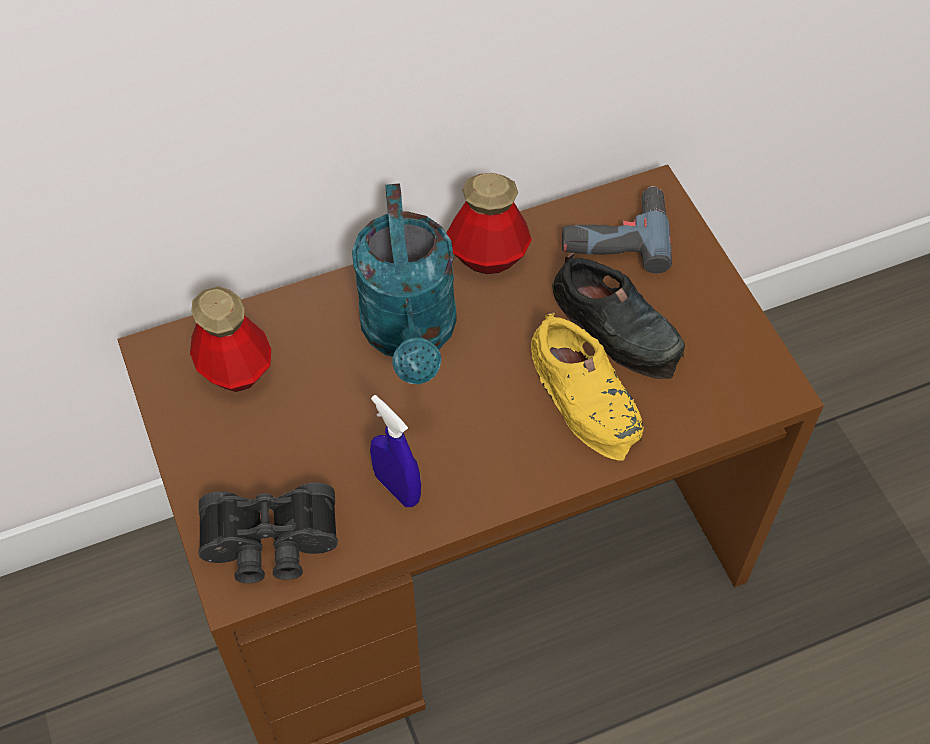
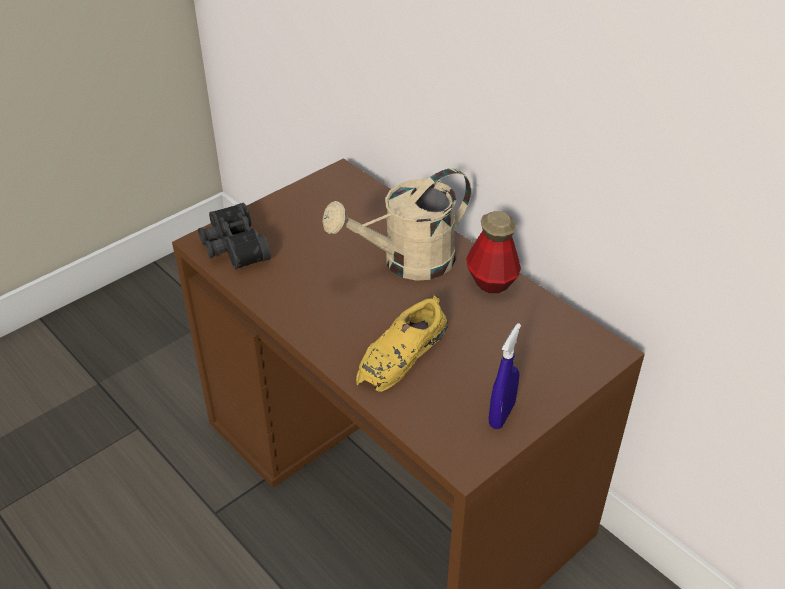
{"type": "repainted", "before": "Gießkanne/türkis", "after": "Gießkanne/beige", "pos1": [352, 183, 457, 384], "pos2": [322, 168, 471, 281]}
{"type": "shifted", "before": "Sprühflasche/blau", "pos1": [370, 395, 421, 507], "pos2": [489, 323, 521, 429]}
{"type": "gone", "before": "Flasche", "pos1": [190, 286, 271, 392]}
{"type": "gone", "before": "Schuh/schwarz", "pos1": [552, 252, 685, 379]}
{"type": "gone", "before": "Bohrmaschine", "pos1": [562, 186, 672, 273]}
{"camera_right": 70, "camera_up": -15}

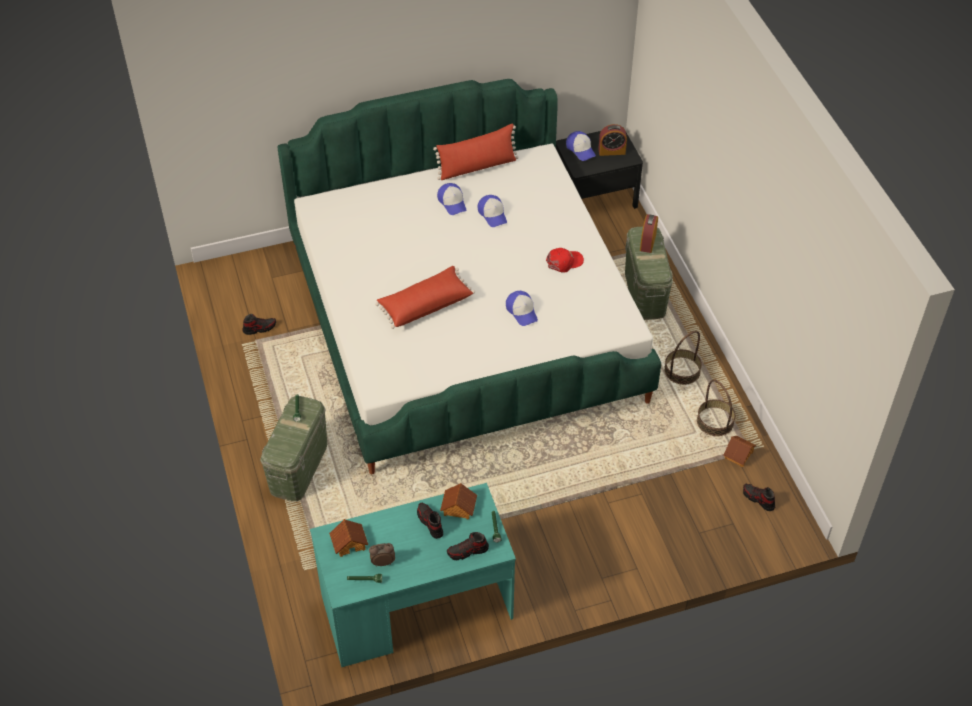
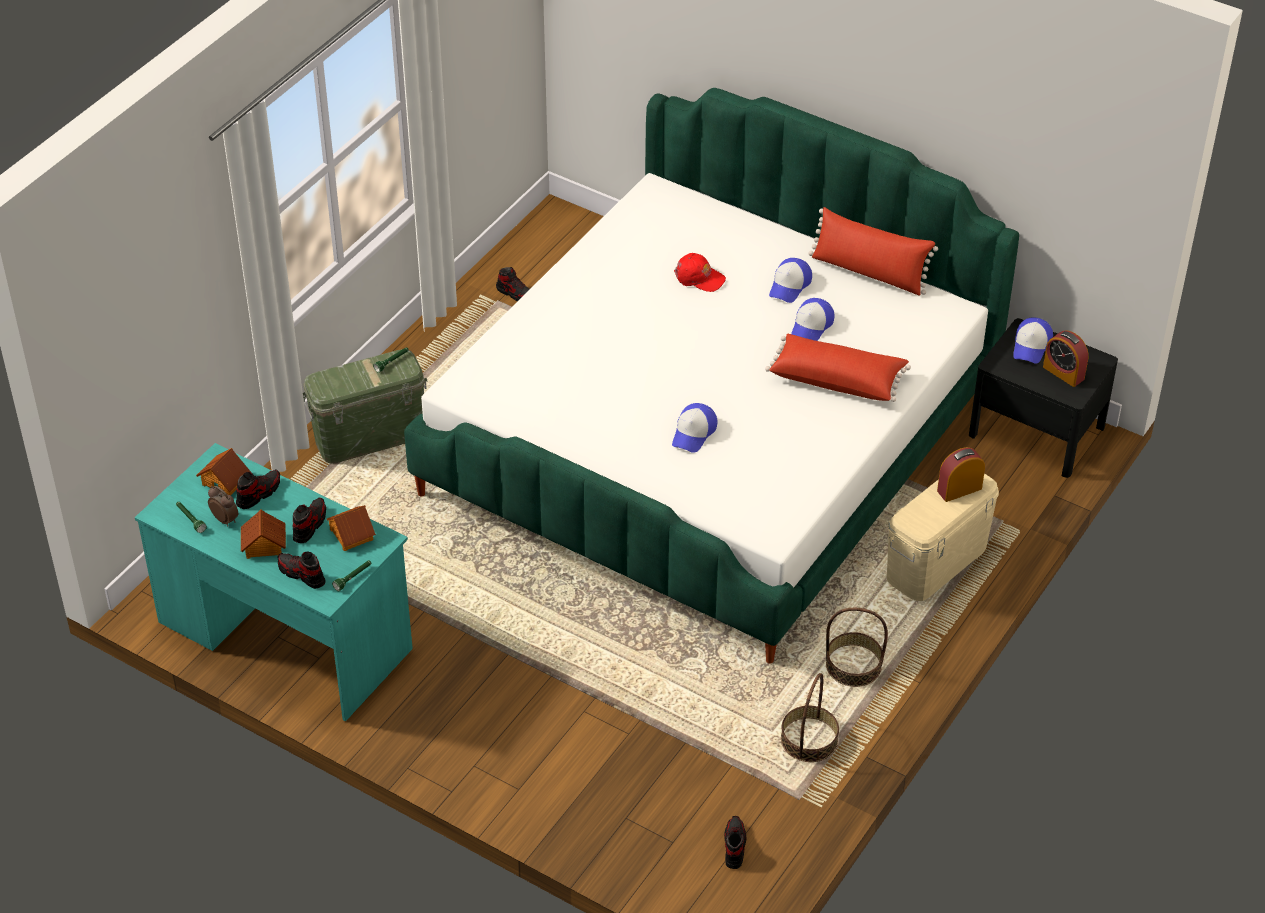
{"type": "new", "after": "Schuh", "pos2": [236, 469, 280, 509]}
{"type": "shifted", "before": "Spielzeughaus", "pos1": [724, 436, 756, 467], "pos2": [241, 509, 286, 559]}
{"type": "shifted", "before": "Kappe/rot", "pos1": [546, 248, 584, 272], "pos2": [674, 253, 726, 292]}
{"type": "shifted", "before": "Kissen/rot", "pos1": [375, 266, 475, 329], "pos2": [765, 334, 911, 402]}
{"type": "repainted", "before": "Aufbewahrungsbox/grün", "after": "Aufbewahrungsbox/beige", "pos1": [625, 227, 673, 320], "pos2": [887, 473, 999, 601]}
{"camera_right": 50, "camera_up": -5}

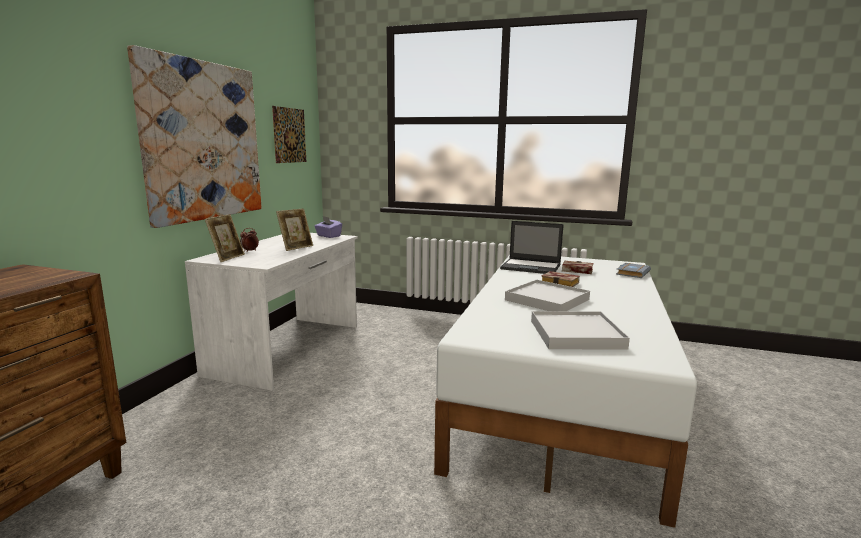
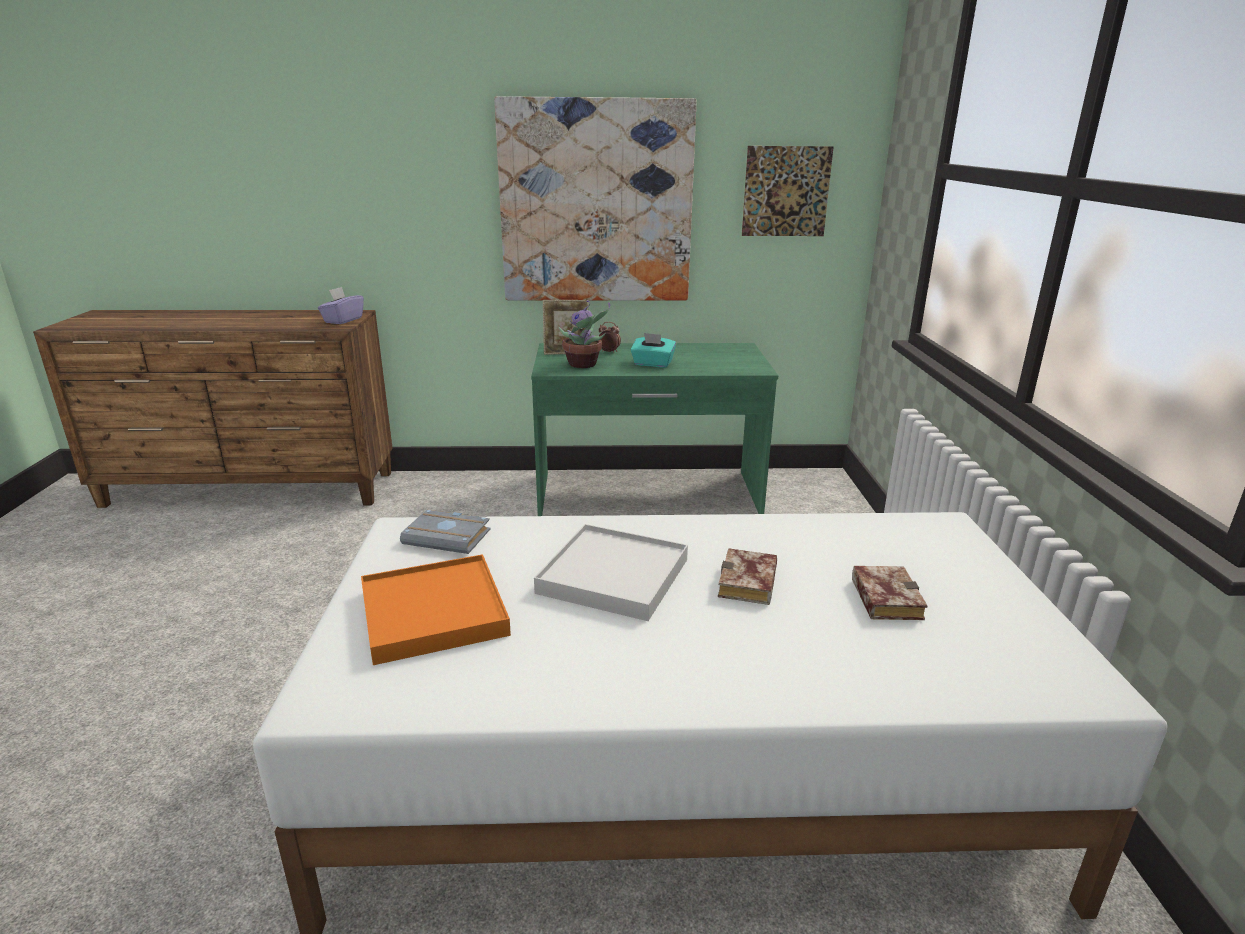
{"type": "shifted", "before": "Taschentuchbox/lila", "pos1": [315, 216, 342, 238], "pos2": [318, 287, 364, 324]}
{"type": "repainted", "before": "Tablett/weiß", "after": "Tablett/orange", "pos1": [531, 311, 630, 350], "pos2": [361, 554, 511, 665]}
{"type": "shifted", "before": "Buch/grau", "pos1": [616, 263, 651, 278], "pos2": [400, 510, 490, 554]}
{"type": "repainted", "before": "Schreibtisch/weiß", "after": "Schreibtisch/grün", "pos1": [185, 233, 357, 391], "pos2": [531, 343, 778, 516]}
{"type": "new", "after": "Topfpflanze", "pos2": [559, 300, 610, 368]}
{"type": "swapped", "before": "Bilderrahmen", "after": "Taschentuchbox/türkis", "pos1": [276, 209, 313, 251], "pos2": [631, 333, 676, 368]}
{"type": "gone", "before": "Laptop", "pos1": [500, 221, 564, 274]}
{"camera_right": 70, "camera_up": 10}

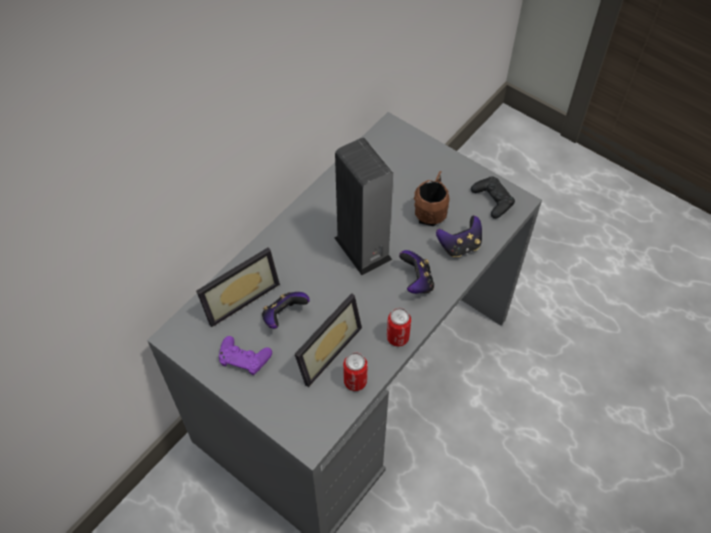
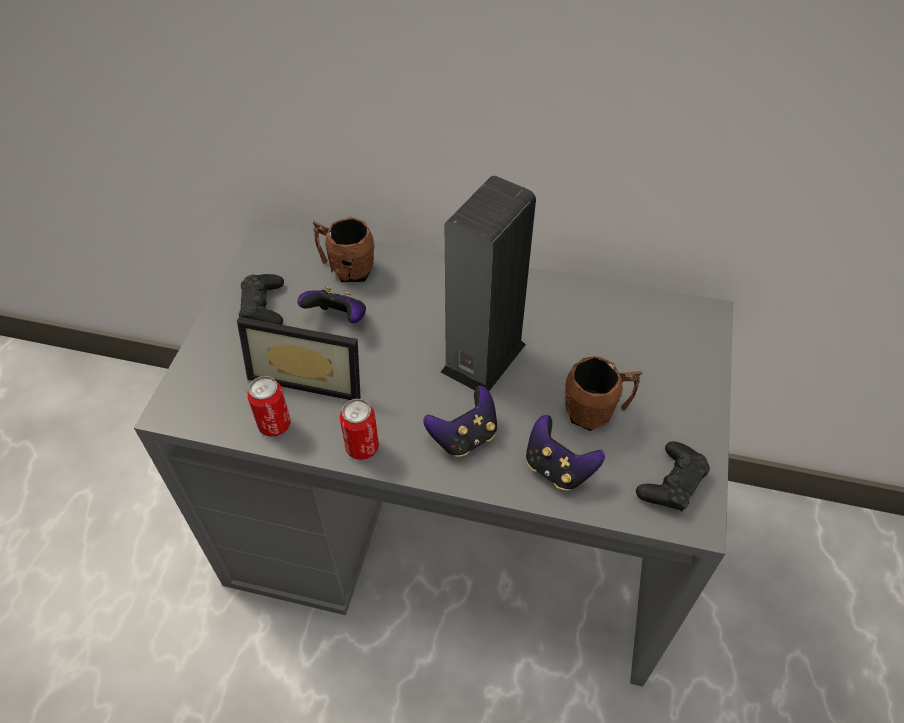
{"type": "repainted", "before": "Gamepad/lila", "after": "Gamepad/schwarz", "pos1": [219, 336, 272, 375], "pos2": [239, 274, 284, 325]}
{"type": "swapped", "before": "Bilderrahmen", "after": "Henkelbecher/braun", "pos1": [196, 247, 280, 327], "pos2": [313, 217, 375, 282]}
{"camera_right": 65, "camera_up": -5}

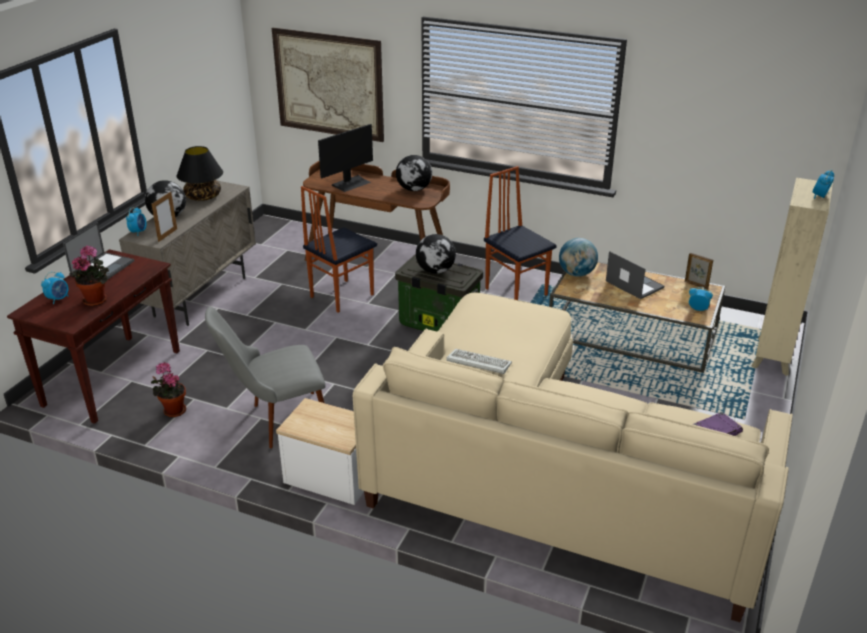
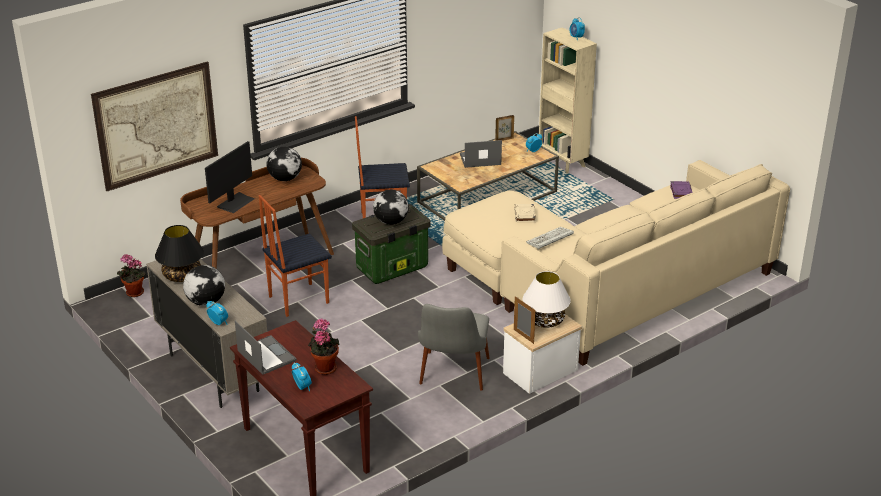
{"type": "shifted", "before": "Topfpflanze", "pos1": [151, 362, 186, 417], "pos2": [117, 254, 146, 297]}
{"type": "rotated", "before": "Monitor", "pos1": [318, 124, 373, 192], "pos2": [205, 141, 255, 213], "turn": 45}
{"type": "rotated", "before": "Stuhl", "pos1": [301, 186, 377, 313], "pos2": [259, 195, 332, 317], "turn": 75}
{"type": "new", "after": "Buch/beige", "pos2": [514, 204, 536, 222]}
{"type": "shifted", "before": "Bilderrahmen", "pos1": [152, 192, 177, 242], "pos2": [514, 296, 536, 344]}
{"type": "new", "after": "Tischlampe/weiß", "pos2": [523, 271, 571, 328]}
{"type": "gone", "before": "Globus", "pos1": [559, 238, 598, 277]}
{"camera_right": -60, "camera_up": 0}

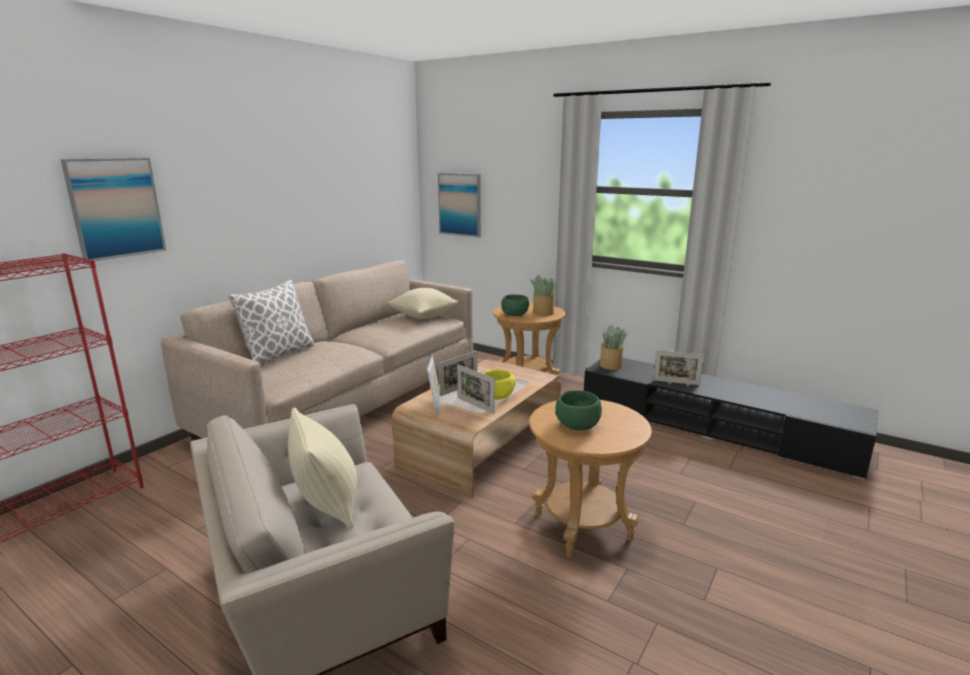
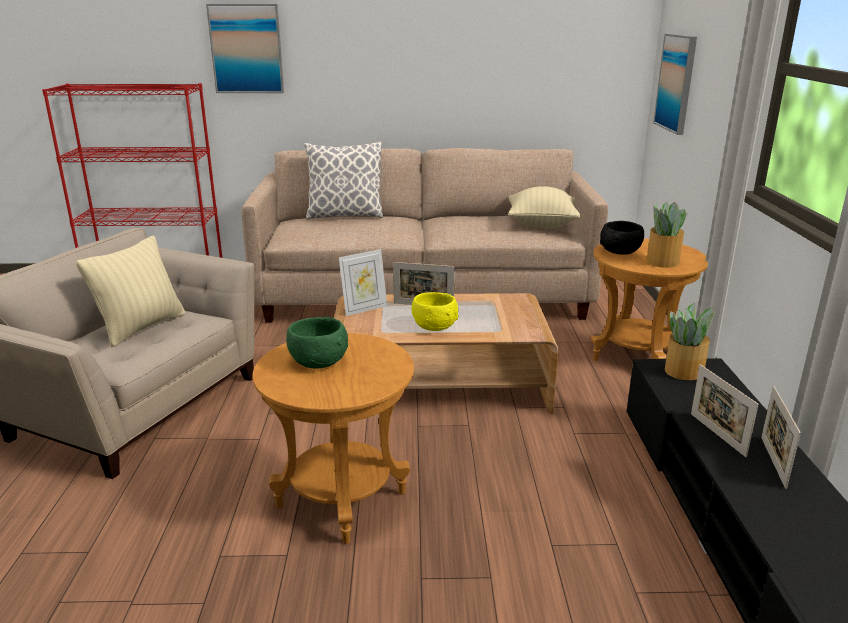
{"type": "repainted", "before": "Schüssel/grün", "after": "Schüssel/schwarz", "pos1": [501, 294, 529, 316], "pos2": [600, 221, 644, 255]}
{"type": "shifted", "before": "Bilderrahmen", "pos1": [457, 364, 495, 414], "pos2": [761, 386, 801, 489]}
{"camera_right": 55, "camera_up": 5}

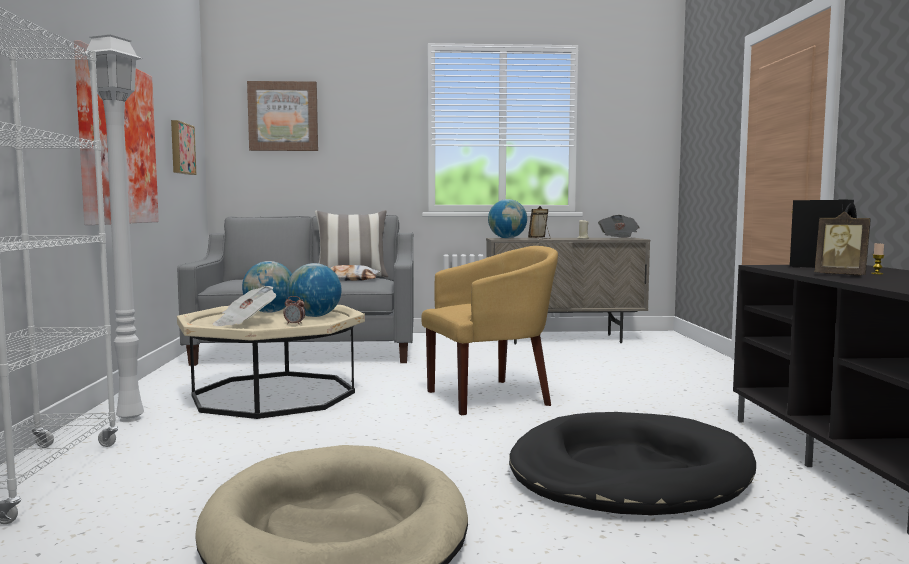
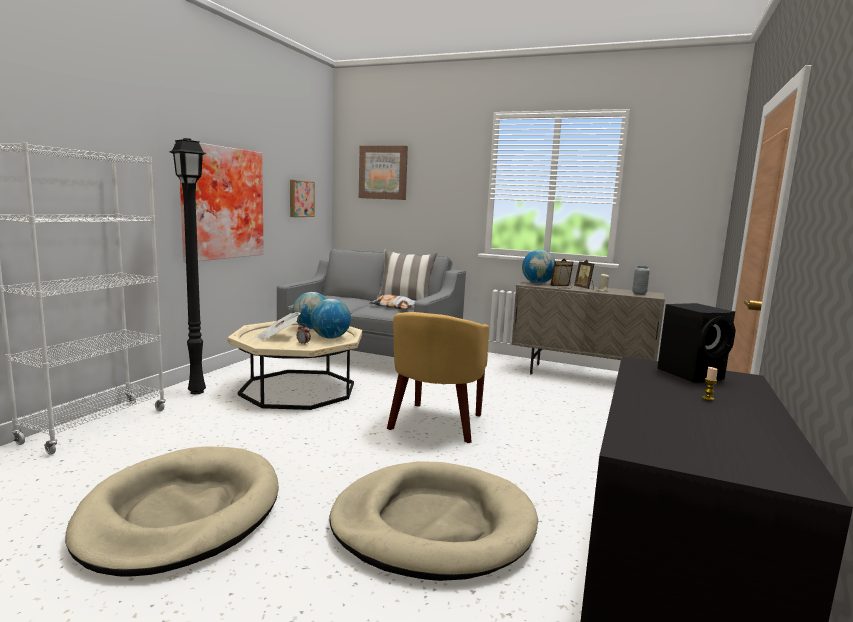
{"type": "repainted", "before": "Stehlampe/weiß", "after": "Stehlampe/schwarz", "pos1": [82, 34, 144, 422], "pos2": [169, 138, 207, 394]}
{"type": "repainted", "before": "Hundebett/schwarz", "after": "Hundebett/beige", "pos1": [509, 412, 756, 515], "pos2": [329, 461, 538, 581]}
{"type": "rotated", "before": "Sessel/gelb", "pos1": [421, 246, 558, 415], "pos2": [387, 312, 489, 443], "turn": 105}
{"type": "shifted", "before": "Bilderrahmen", "pos1": [815, 212, 871, 276], "pos2": [574, 260, 594, 289]}
{"type": "swapped", "before": "Zeitung", "after": "Vase/grau", "pos1": [598, 215, 639, 238], "pos2": [632, 266, 650, 295]}
{"camera_right": 25, "camera_up": 5}

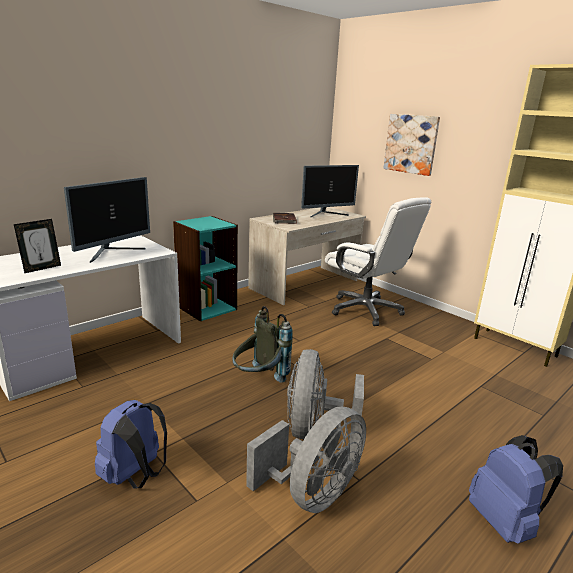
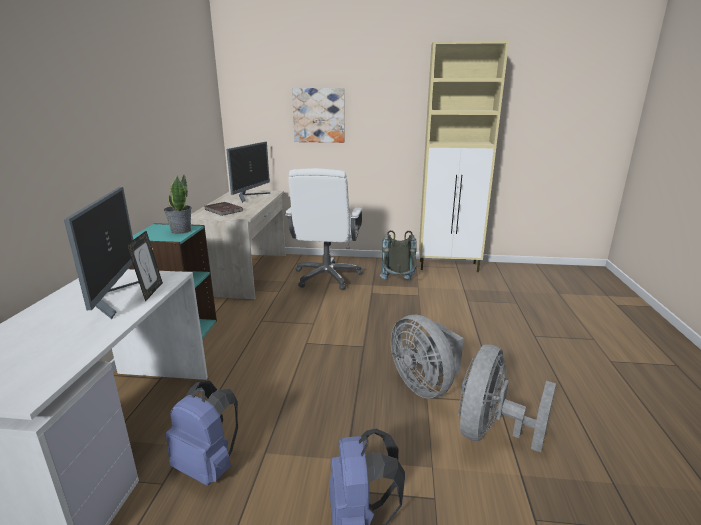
{"type": "shifted", "before": "Bilderrahmen", "pos1": [14, 219, 61, 273], "pos2": [127, 231, 163, 302]}
{"type": "new", "after": "Topfpflanze", "pos2": [164, 175, 192, 234]}
{"type": "shifted", "before": "Rucksack/blau", "pos1": [469, 435, 563, 544], "pos2": [166, 381, 238, 486]}
{"type": "rotated", "before": "Bürostuhl/weiß", "pos1": [325, 197, 431, 326], "pos2": [285, 168, 363, 290], "turn": 90}
{"type": "shifted", "before": "Rucksack/grau", "pos1": [232, 306, 293, 383], "pos2": [380, 230, 417, 280]}
{"type": "rotated", "before": "Ventilator/grau", "pos1": [246, 407, 366, 513], "pos2": [458, 344, 556, 452], "turn": -150}
{"camera_right": -40, "camera_up": 0}

